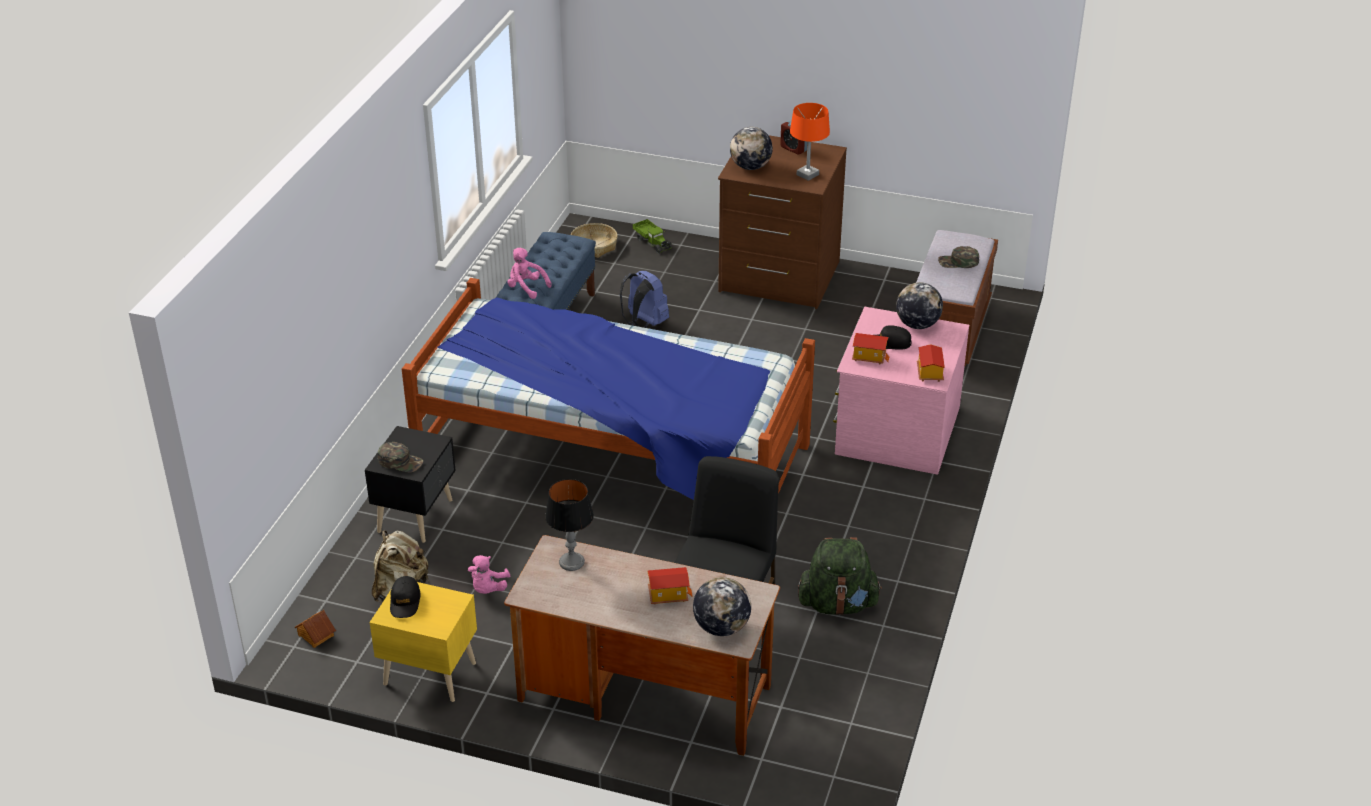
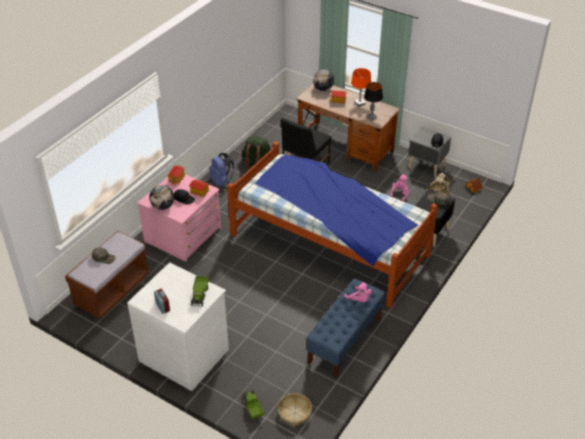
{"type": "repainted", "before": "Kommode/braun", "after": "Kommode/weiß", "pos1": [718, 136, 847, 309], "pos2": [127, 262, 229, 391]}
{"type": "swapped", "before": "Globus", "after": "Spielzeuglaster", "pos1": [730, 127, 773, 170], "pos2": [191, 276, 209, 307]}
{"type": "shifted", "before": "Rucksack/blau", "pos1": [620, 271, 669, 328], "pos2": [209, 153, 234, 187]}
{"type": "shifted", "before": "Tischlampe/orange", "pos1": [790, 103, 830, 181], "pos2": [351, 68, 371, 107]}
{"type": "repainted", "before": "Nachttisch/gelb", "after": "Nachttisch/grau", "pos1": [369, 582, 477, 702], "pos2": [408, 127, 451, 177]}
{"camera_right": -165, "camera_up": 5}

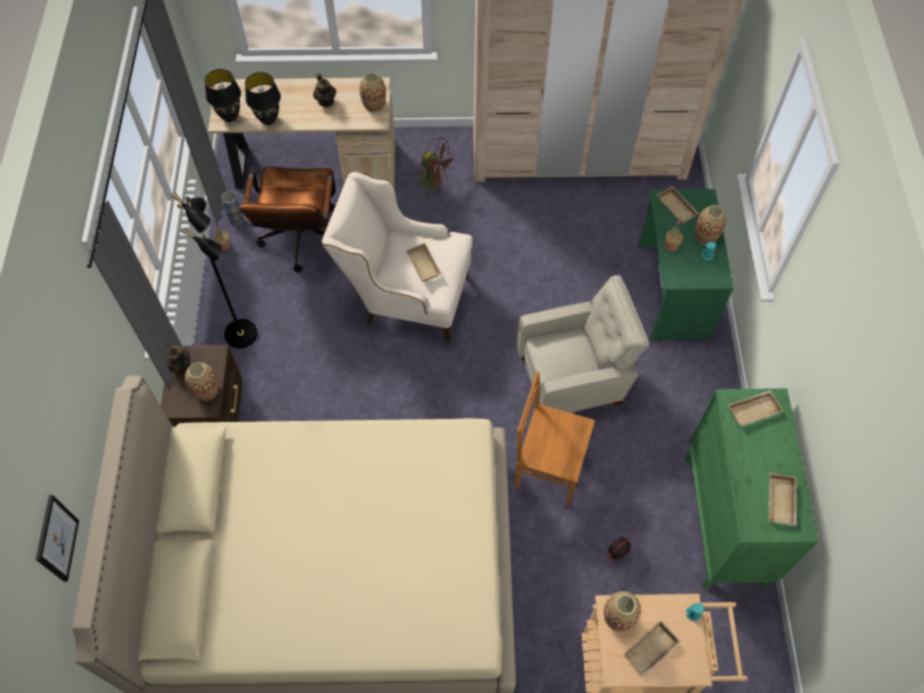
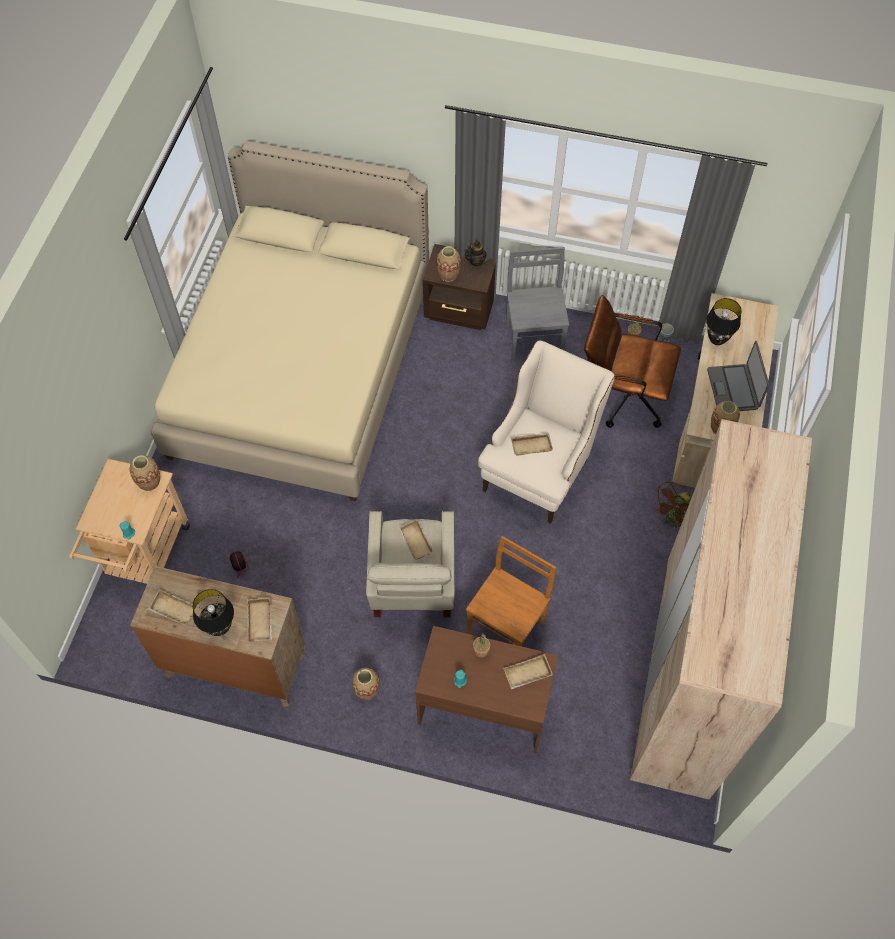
{"type": "repainted", "before": "Kommode/grün", "after": "Kommode/braun", "pos1": [684, 388, 819, 590], "pos2": [130, 566, 305, 707]}
{"type": "shifted", "before": "Tischlampe/schwarz", "pos1": [205, 69, 241, 122], "pos2": [193, 589, 234, 636]}
{"type": "shifted", "before": "Vase", "pos1": [695, 205, 726, 245], "pos2": [352, 668, 380, 700]}
{"type": "shifted", "before": "Tablett/beige", "pos1": [623, 620, 681, 678], "pos2": [398, 519, 434, 560]}
{"type": "repainted", "before": "Schreibtisch/grün", "after": "Schreibtisch/braun", "pos1": [638, 189, 734, 341], "pos2": [415, 626, 558, 753]}
{"type": "shifted", "before": "Stuhl/braun", "pos1": [515, 371, 595, 505], "pos2": [466, 536, 556, 646]}
{"type": "swapped", "before": "Stehlampe/schwarz", "after": "Stuhl/grau", "pos1": [171, 192, 258, 349], "pos2": [506, 247, 569, 361]}
{"type": "swapped", "before": "Teekanne", "after": "Laptop", "pos1": [313, 73, 336, 107], "pos2": [707, 341, 769, 411]}
{"type": "gone", "before": "Bild", "pos1": [36, 495, 79, 582]}
{"camera_right": 105, "camera_up": 0}

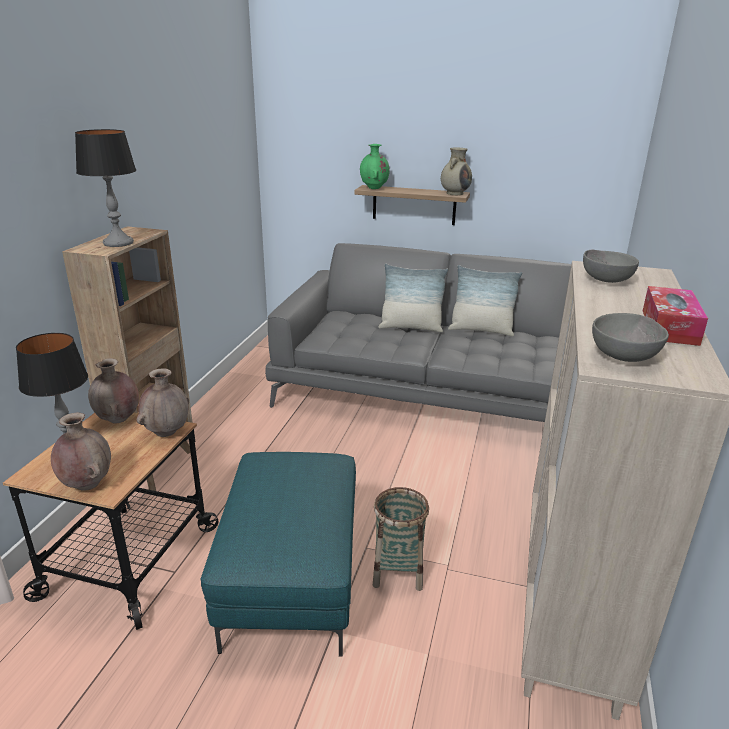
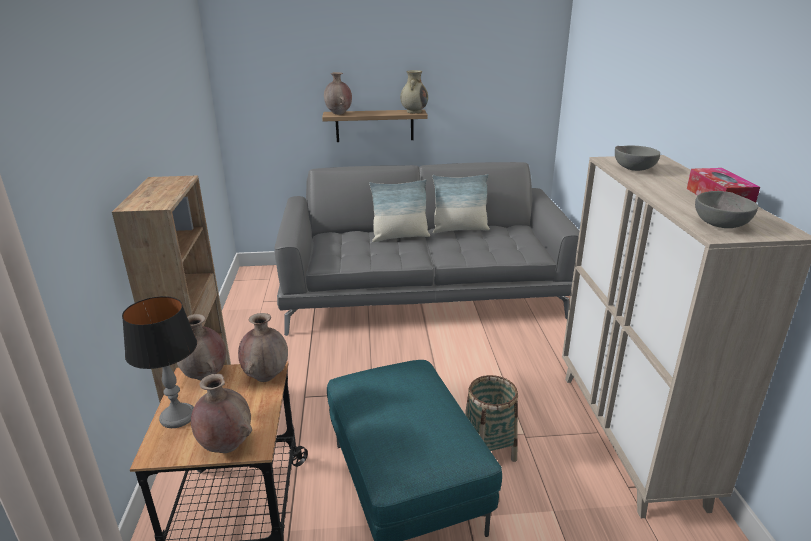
{"type": "repainted", "before": "Vase/grün", "after": "Vase/braun", "pos1": [360, 144, 390, 189], "pos2": [324, 72, 352, 115]}
{"type": "gone", "before": "Tischlampe", "pos1": [75, 129, 136, 247]}
{"camera_right": -20, "camera_up": 0}

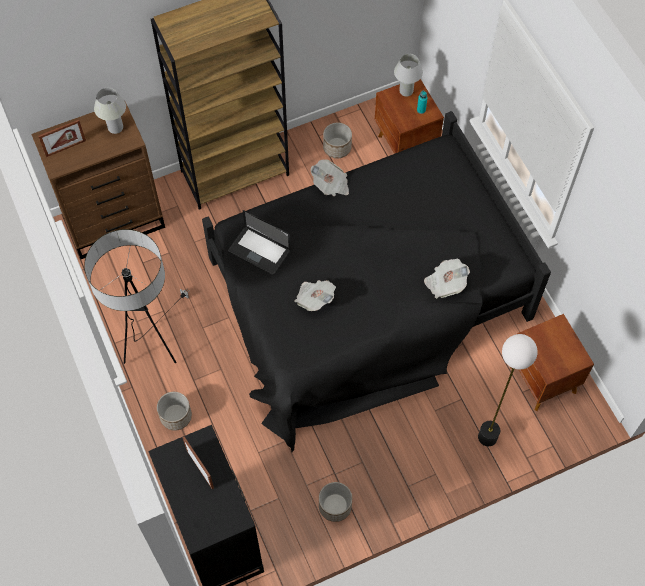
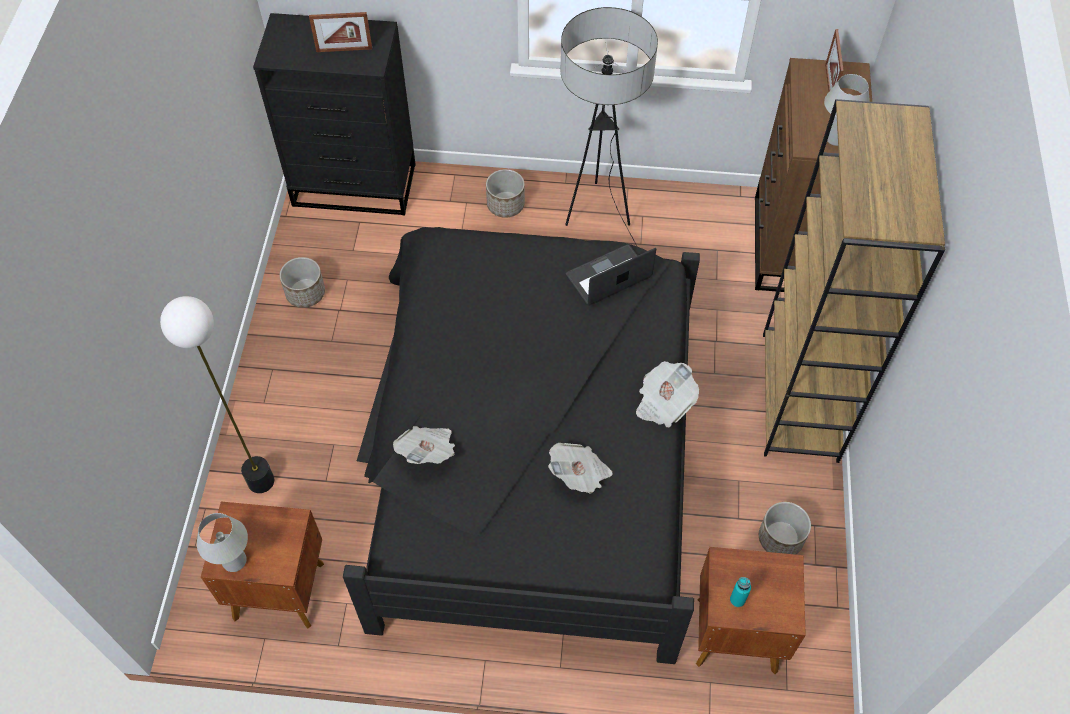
{"type": "shifted", "before": "Tischlampe/weiß", "pos1": [394, 54, 423, 97], "pos2": [197, 513, 248, 572]}
{"type": "shifted", "before": "Zeitung", "pos1": [294, 280, 336, 311], "pos2": [548, 443, 613, 494]}
{"camera_right": 120, "camera_up": -5}

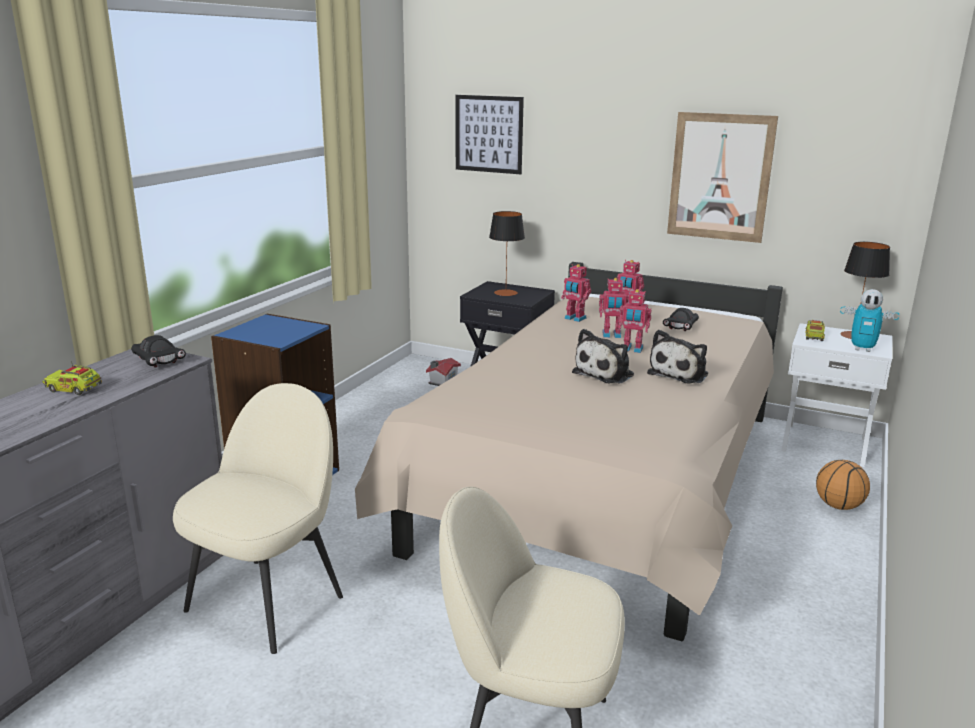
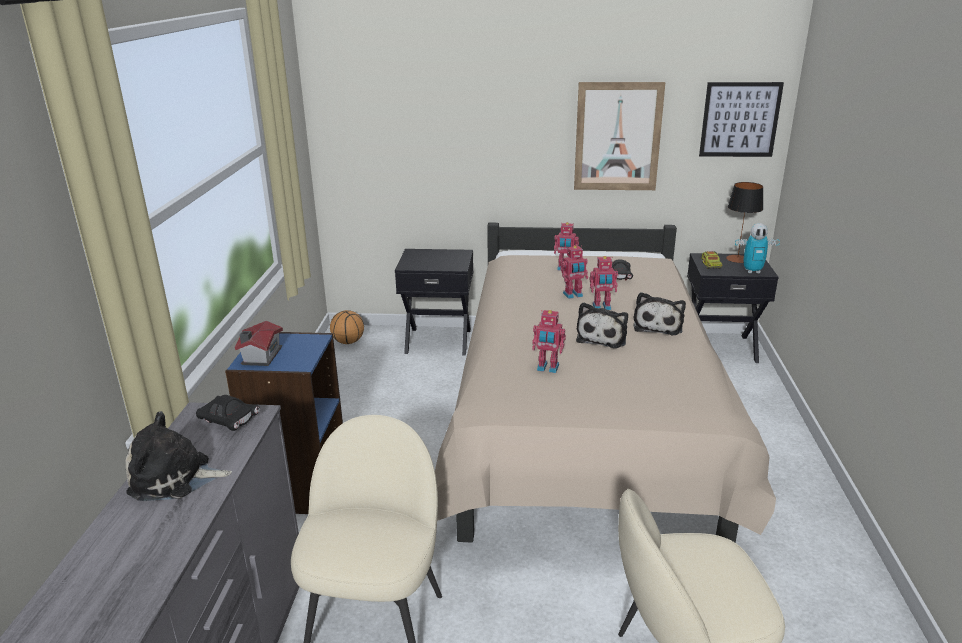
{"type": "swapped", "before": "Spielzeuglaster", "after": "Plüschtier", "pos1": [42, 361, 102, 395], "pos2": [126, 411, 232, 501]}
{"type": "shifted", "before": "Spielzeughaus", "pos1": [426, 358, 461, 386], "pos2": [235, 321, 283, 366]}
{"type": "shifted", "before": "Basketball", "pos1": [816, 460, 870, 510], "pos2": [330, 310, 364, 344]}
{"type": "shifted", "before": "Spielzeugroboter", "pos1": [561, 264, 591, 322], "pos2": [532, 310, 566, 373]}
{"type": "repainted", "before": "Nachttisch/weiß", "after": "Nachttisch/schwarz", "pos1": [781, 323, 892, 467], "pos2": [687, 253, 779, 363]}
{"type": "shifted", "before": "Bild", "pos1": [455, 95, 524, 174], "pos2": [699, 82, 784, 157]}
{"type": "gone", "before": "Tischlampe", "pos1": [489, 211, 525, 296]}
{"camera_right": -20, "camera_up": 5}

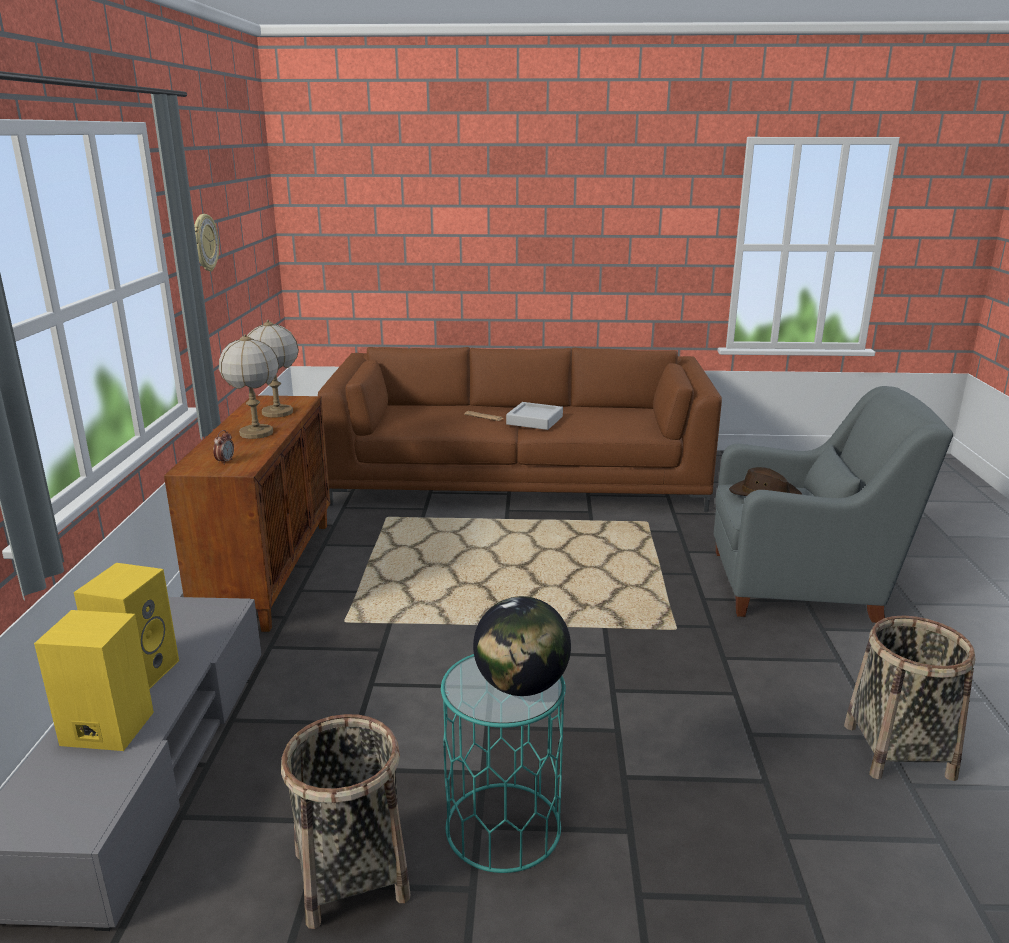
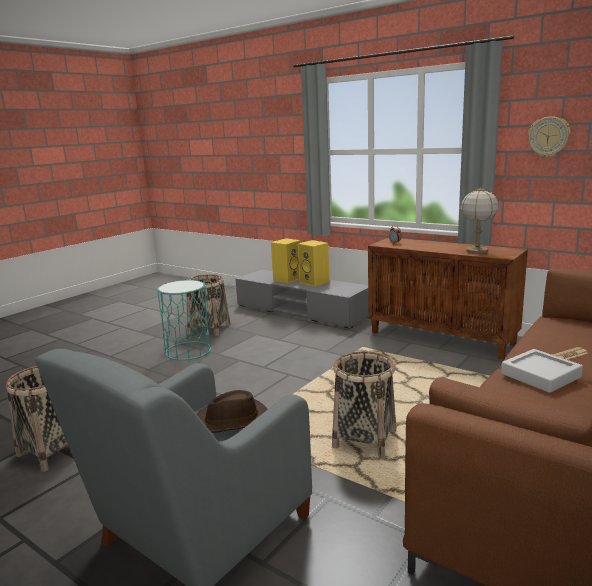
{"type": "new", "after": "Korb", "pos2": [332, 351, 396, 457]}
{"type": "gone", "before": "Tischlampe", "pos1": [219, 334, 279, 439]}
{"type": "gone", "before": "Globus", "pos1": [473, 596, 571, 696]}
{"camera_right": 125, "camera_up": -5}

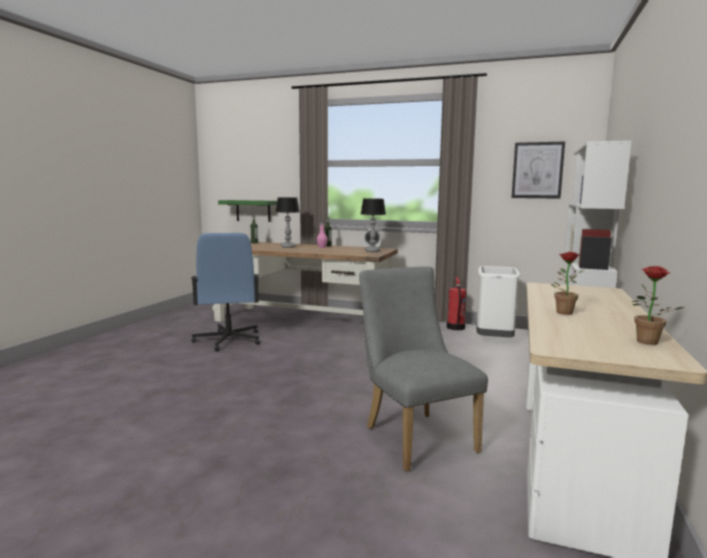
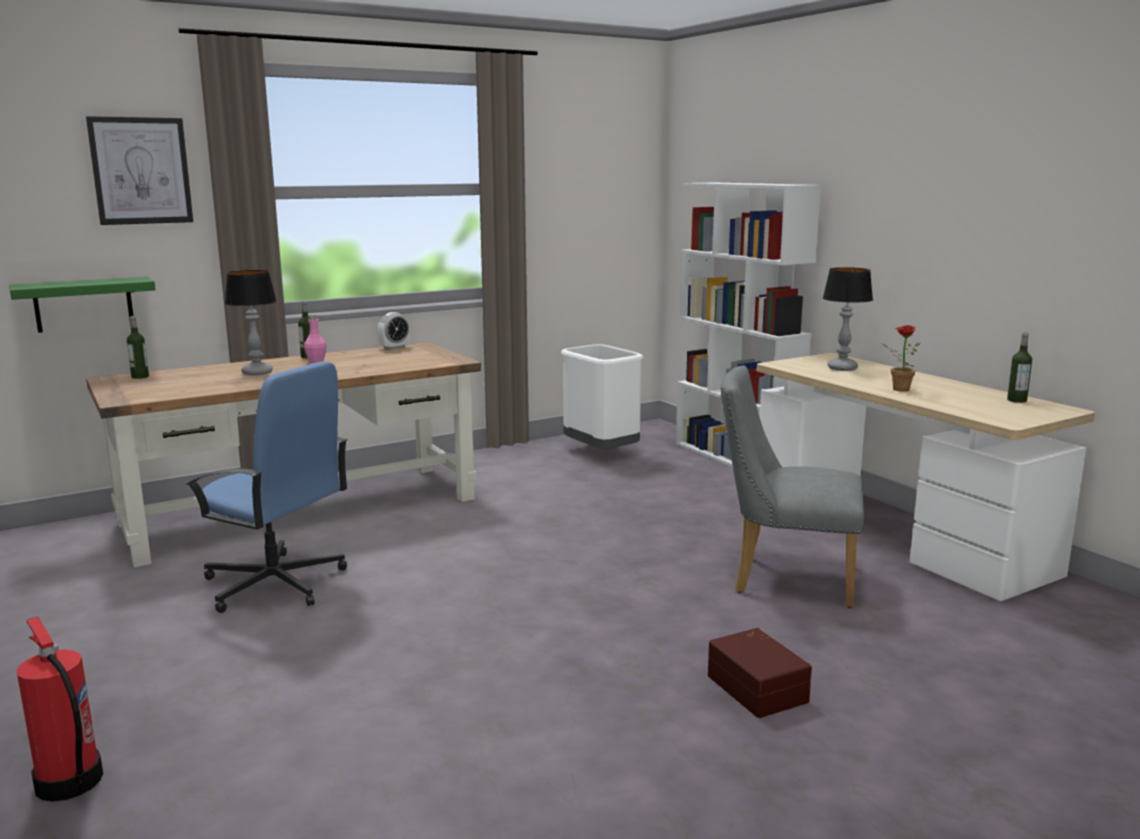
{"type": "shifted", "before": "Feuerlöscher", "pos1": [447, 277, 466, 330], "pos2": [16, 616, 103, 802]}
{"type": "shifted", "before": "Bild", "pos1": [512, 141, 565, 199], "pos2": [86, 116, 193, 225]}
{"type": "new", "after": "Aufbewahrungsbox/braun", "pos2": [708, 628, 812, 718]}
{"type": "shifted", "before": "Tischlampe", "pos1": [361, 198, 386, 252], "pos2": [823, 267, 873, 371]}
{"type": "swapped", "before": "Topfpflanze", "after": "Flasche", "pos1": [632, 266, 684, 345], "pos2": [1007, 332, 1032, 403]}
{"camera_right": -50, "camera_up": 5}

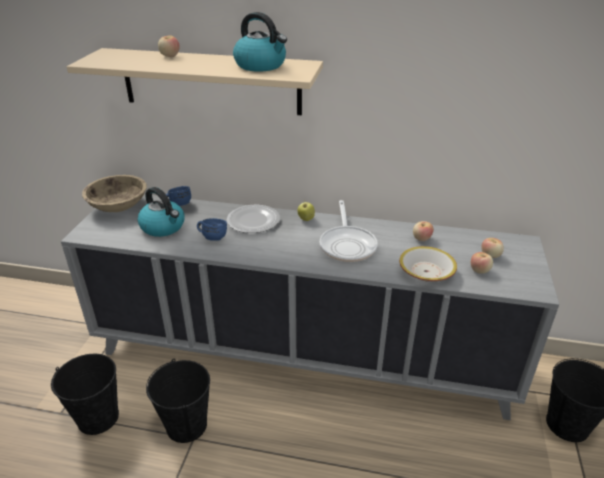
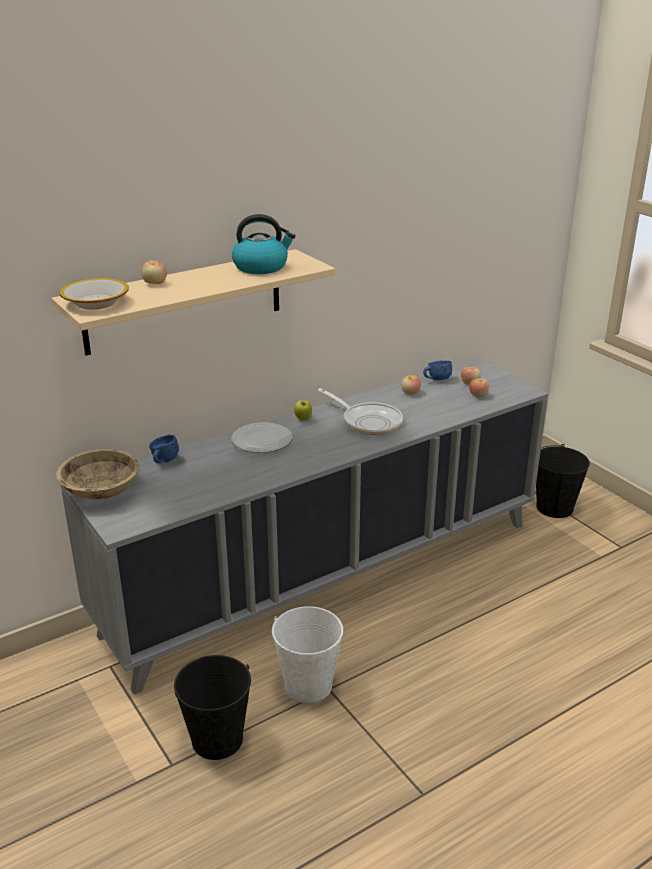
{"type": "shifted", "before": "Schüssel", "pos1": [399, 246, 457, 282], "pos2": [59, 278, 129, 309]}
{"type": "repainted", "before": "Eimer/schwarz", "after": "Eimer/weiß", "pos1": [146, 359, 210, 443], "pos2": [272, 606, 343, 703]}
{"type": "shifted", "before": "Henkelbecher/blau", "pos1": [197, 218, 227, 241], "pos2": [423, 360, 452, 380]}
{"type": "gone", "before": "Wasserkessel", "pos1": [138, 187, 185, 237]}
{"camera_right": -45, "camera_up": -5}

